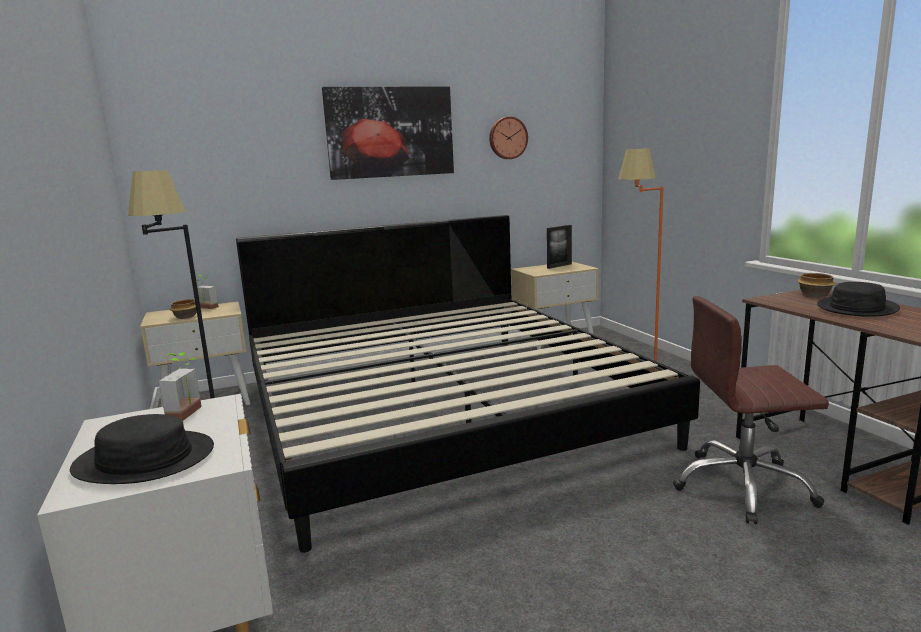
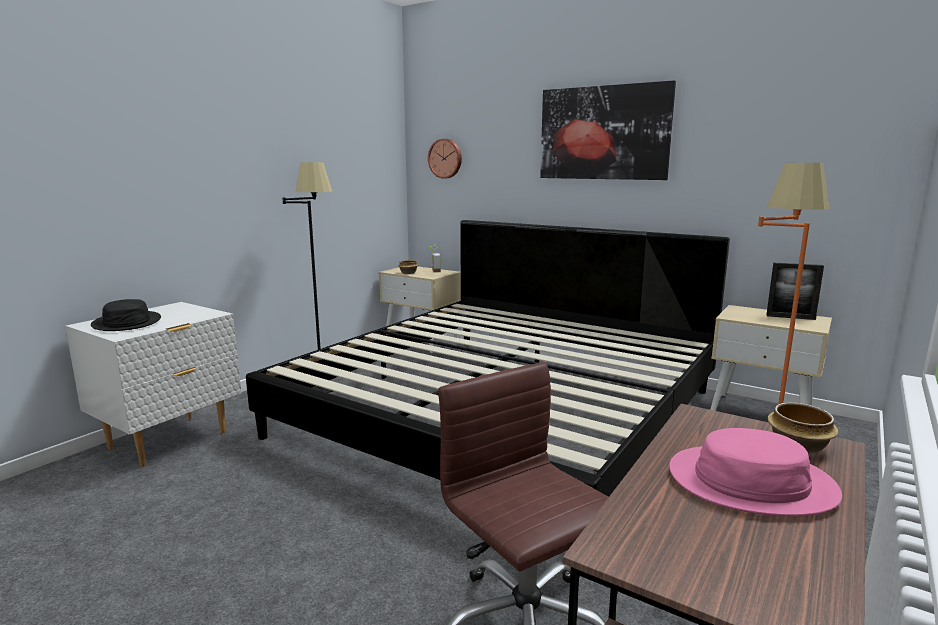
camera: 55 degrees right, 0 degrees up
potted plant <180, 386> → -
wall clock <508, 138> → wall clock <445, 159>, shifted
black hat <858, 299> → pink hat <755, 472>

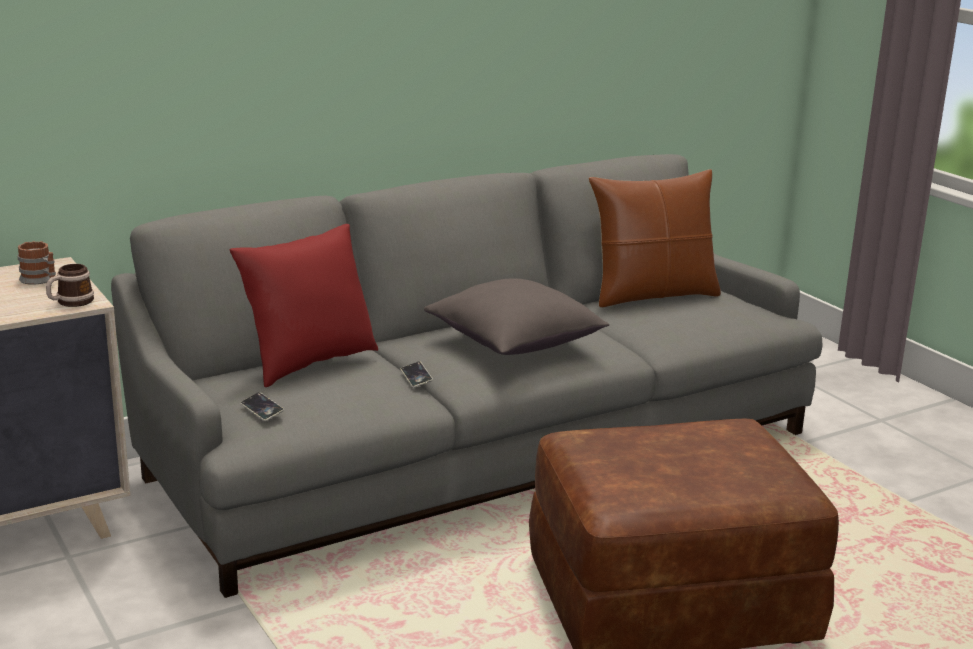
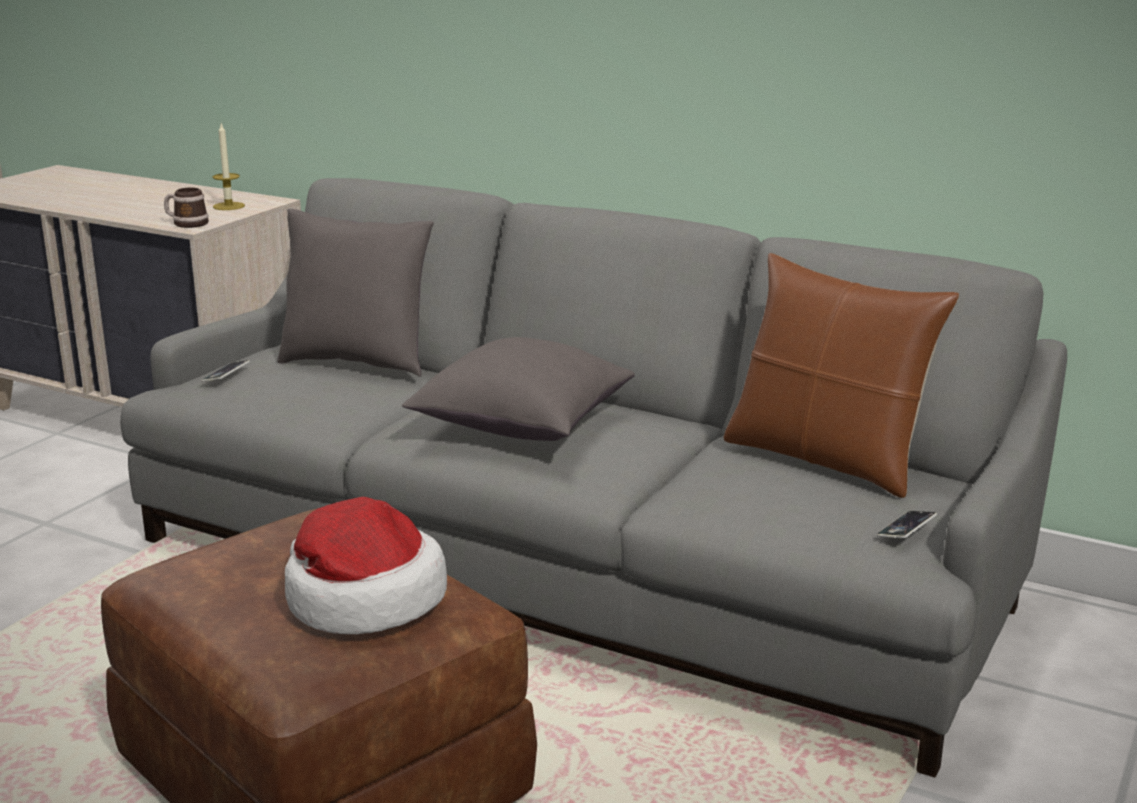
camera: 60 degrees right, 0 degrees up
mug <36, 263> → candle <228, 167>
red pillow <304, 305> → grey pillow <355, 293>
phone <417, 374> → phone <907, 524>, shifted
- → hat <366, 565>

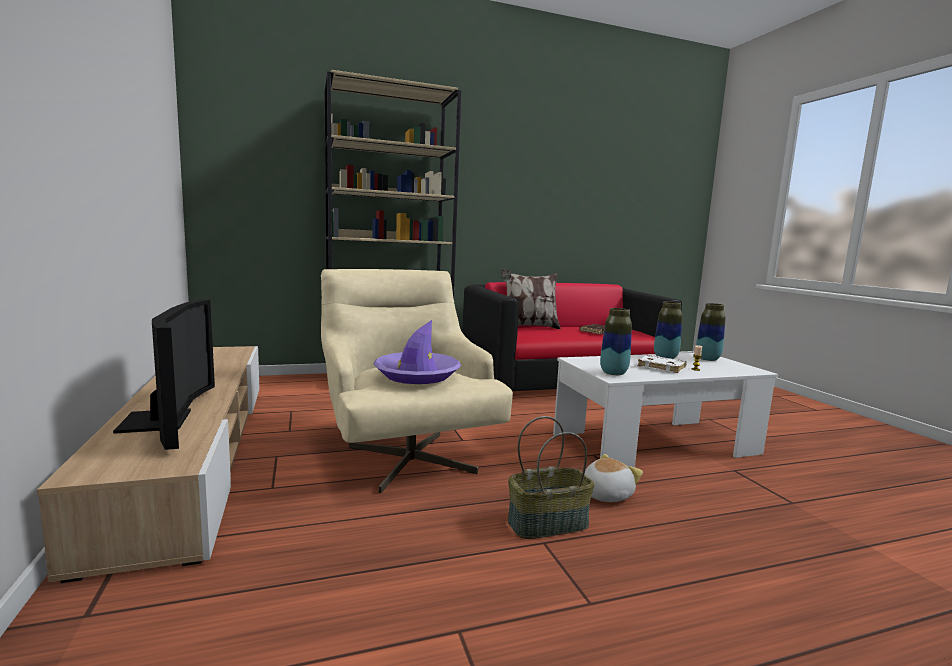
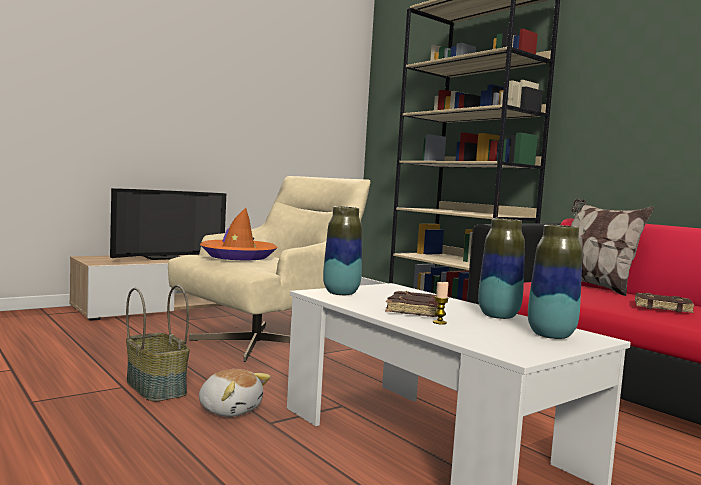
camera: 70 degrees right, 5 degrees down
purple hat <417, 352> → orange hat <239, 234>
white book <662, 364> → brown book <415, 304>

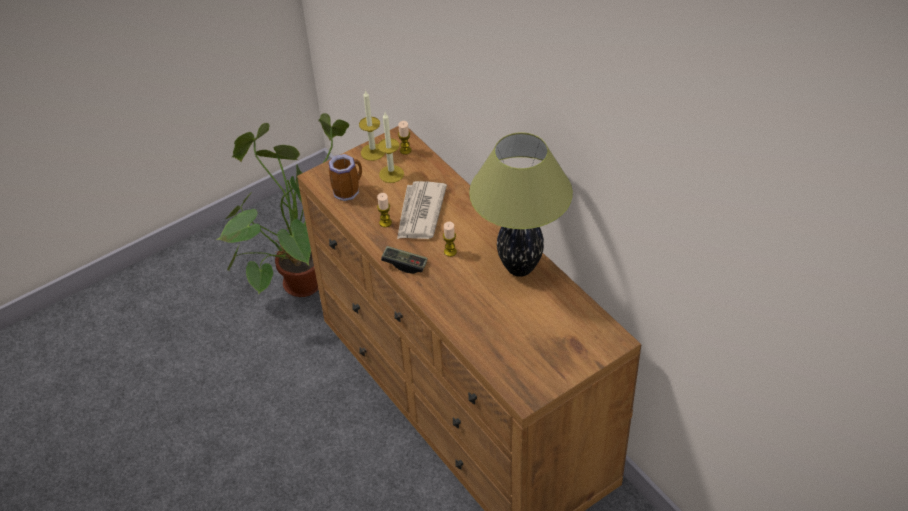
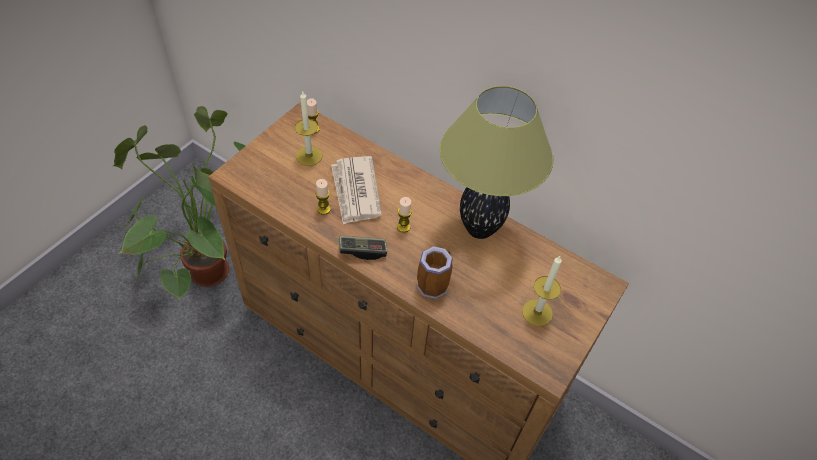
camera: 25 degrees left, 5 degrees up
mug <345, 177> → mug <435, 272>, shifted
candle <372, 125> → candle <542, 291>, shifted

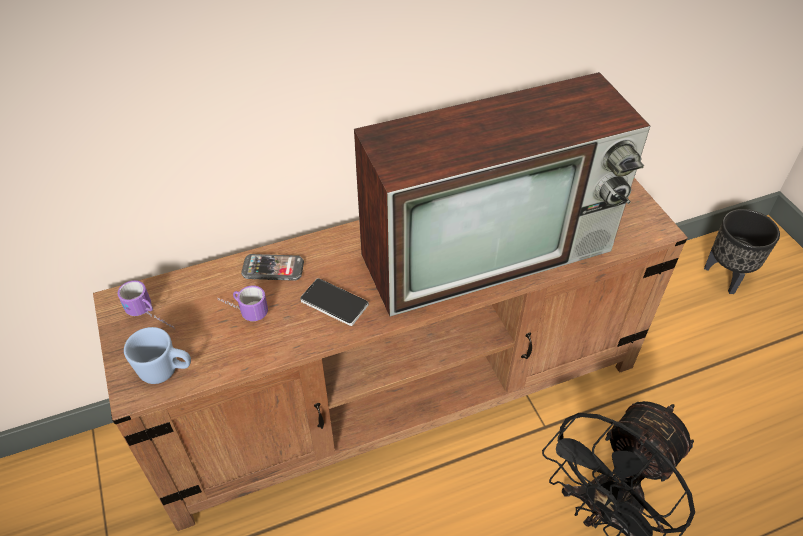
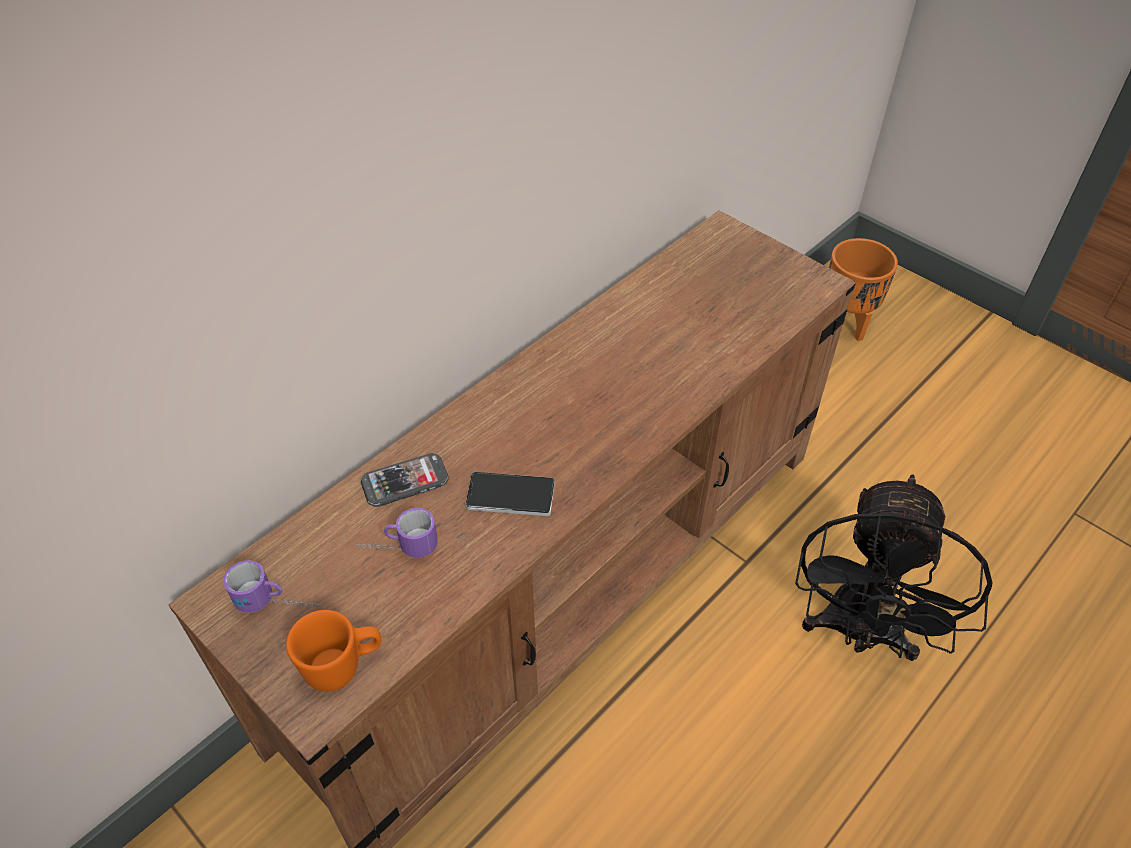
camera: 25 degrees left, 0 degrees up
blue mug <157, 355> → orange mug <334, 650>
television <502, 194> → -
black planter <742, 251> → orange planter <863, 289>

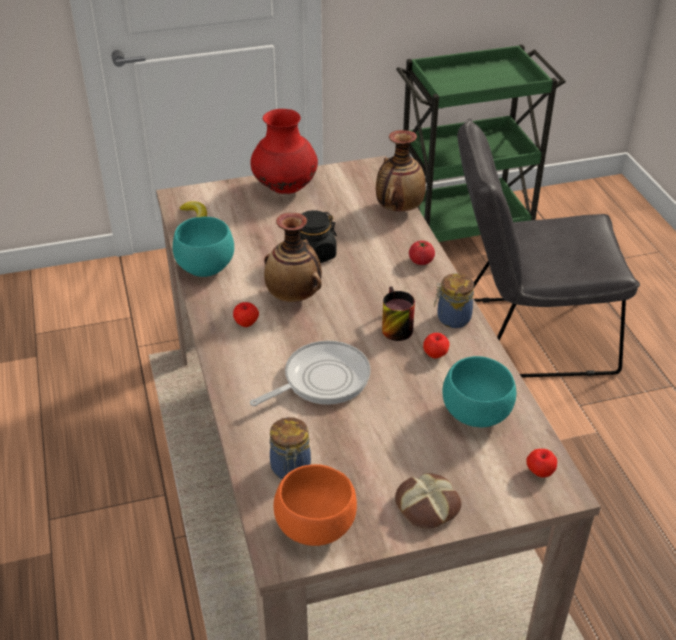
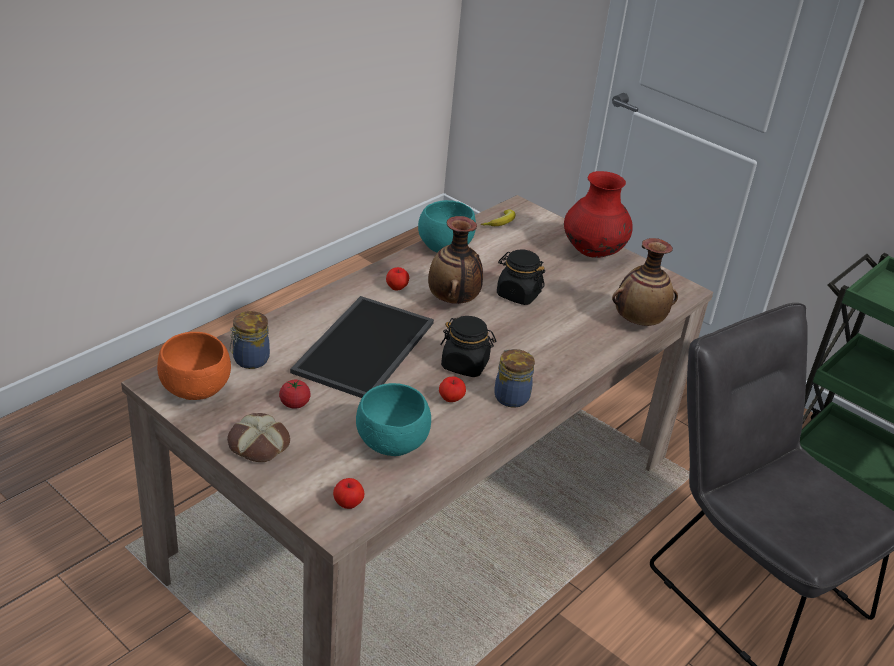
camera: 55 degrees right, 5 degrees down
frying pan <310, 373> → tray <362, 347>
mug <398, 313> → black jar <468, 346>
tomato <422, 253> → tomato <295, 394>, shifted

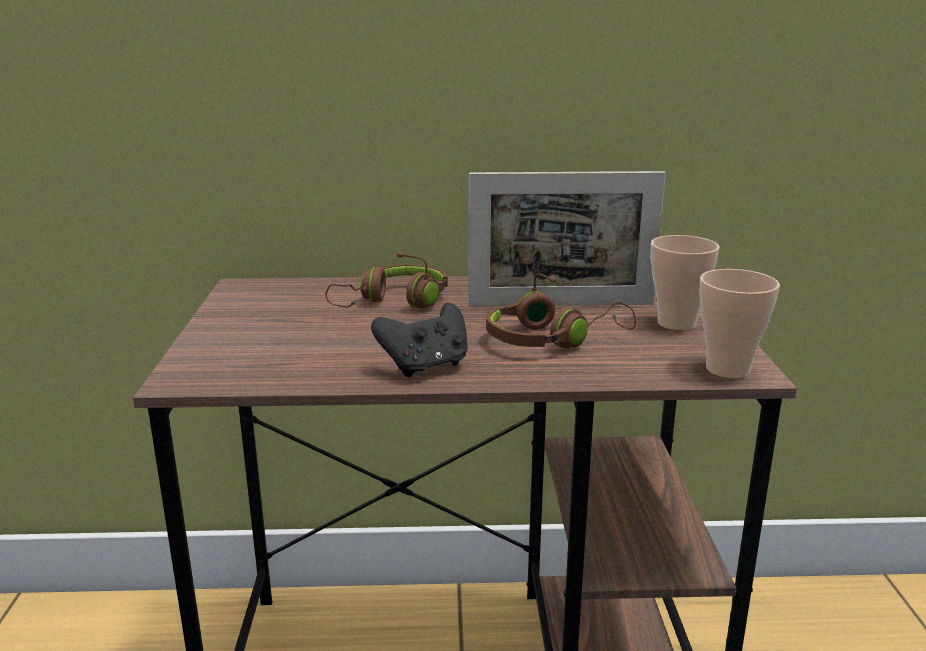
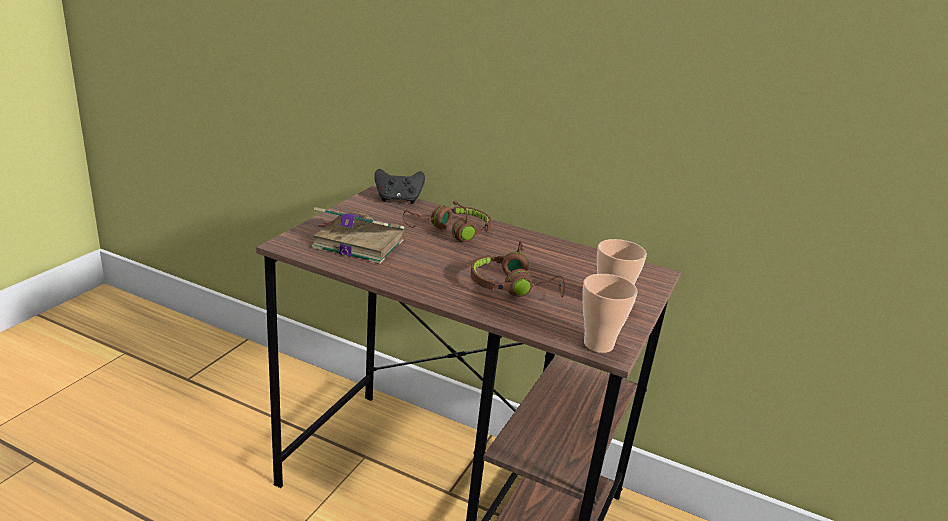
camera: 25 degrees right, 5 degrees up
black game controller <419, 340> → black game controller <399, 186>, shifted
picture frame <567, 239> → -
- → book <358, 235>

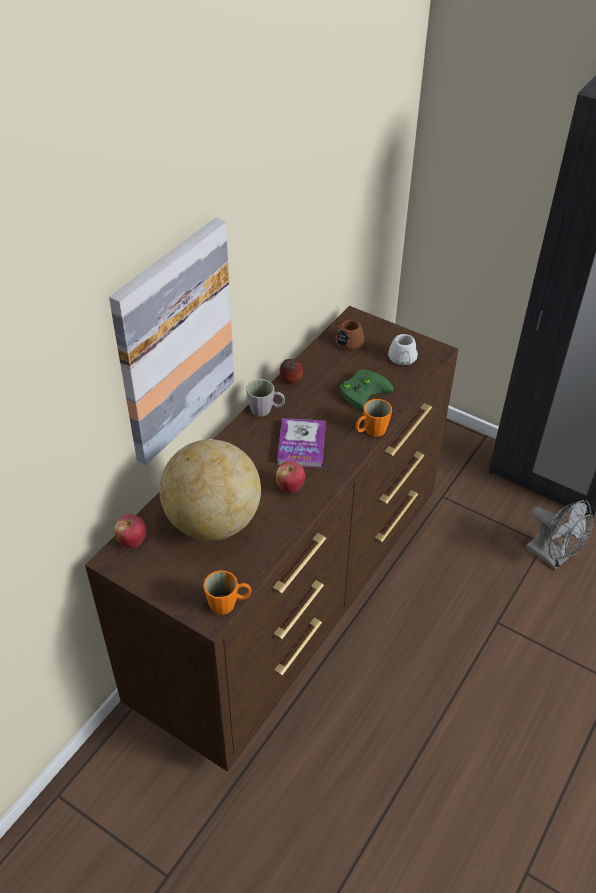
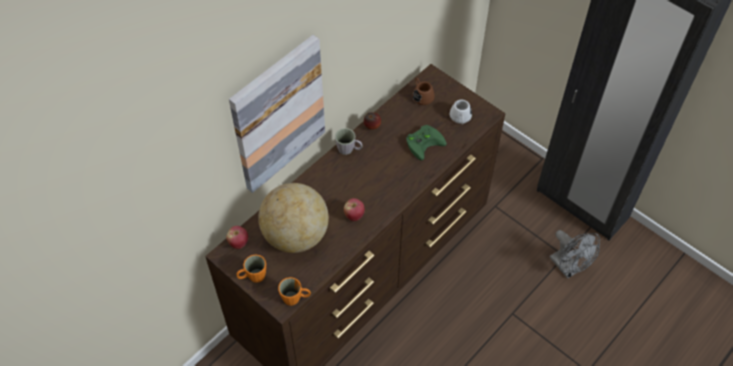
camera: 10 degrees right, 10 degrees up
book <301, 443> → -
orange mug <374, 418> → orange mug <251, 268>, shifted

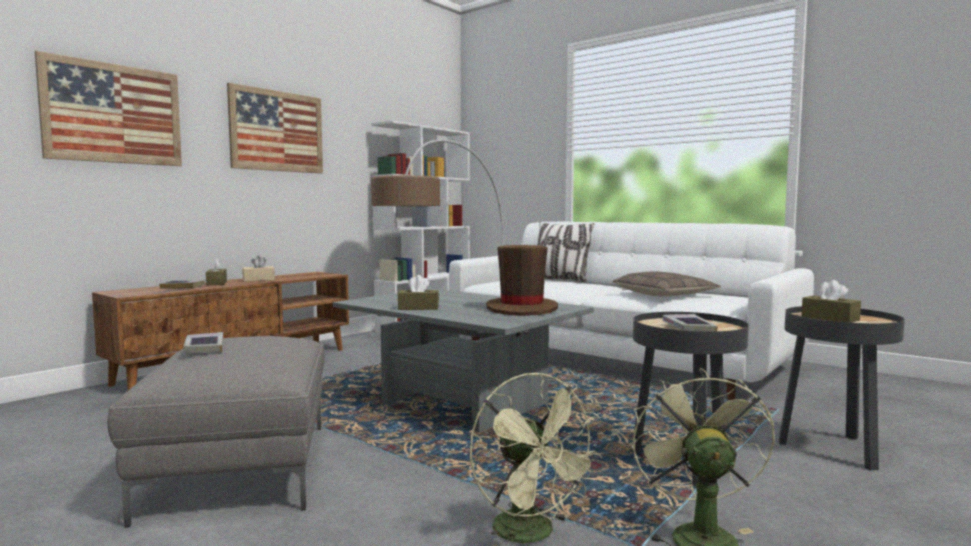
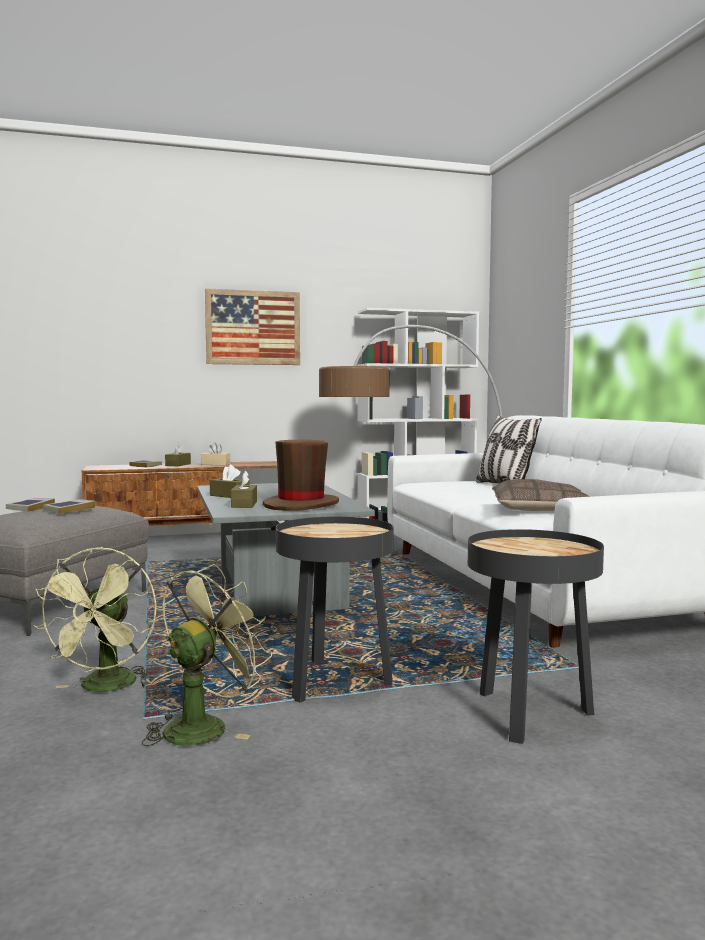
camera: 35 degrees right, 0 degrees up
picture <108, 108> → -
book <690, 322> → book <69, 506>, shifted
brown tissue box <831, 301> → brown tissue box <244, 489>, shifted

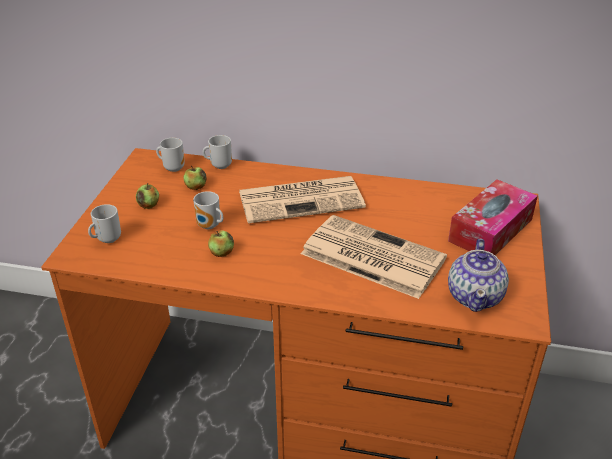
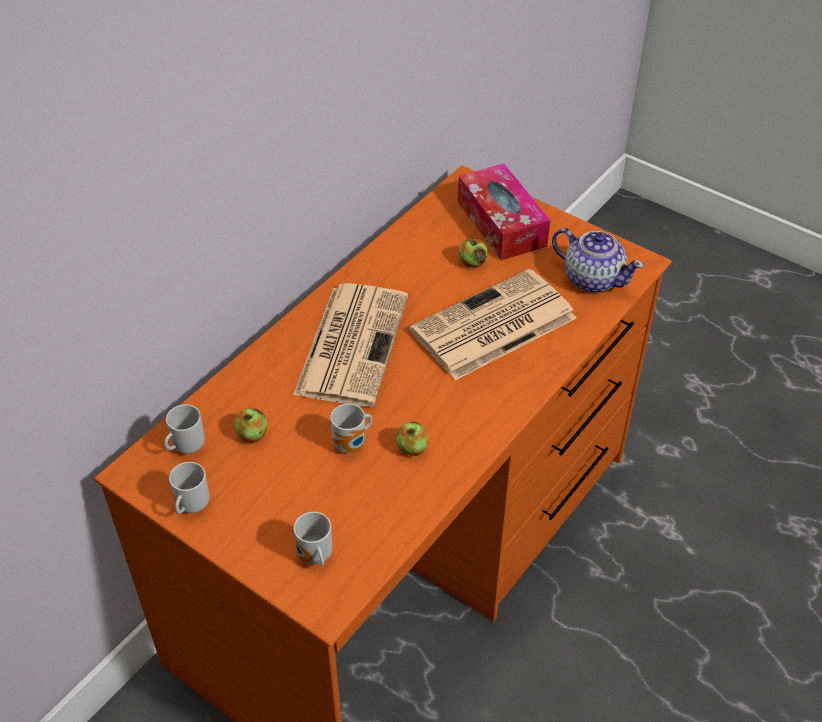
camera: 65 degrees left, 10 degrees up
apple <147, 196> → apple <473, 253>, shifted
mug <217, 152> → mug <189, 488>, shifted

